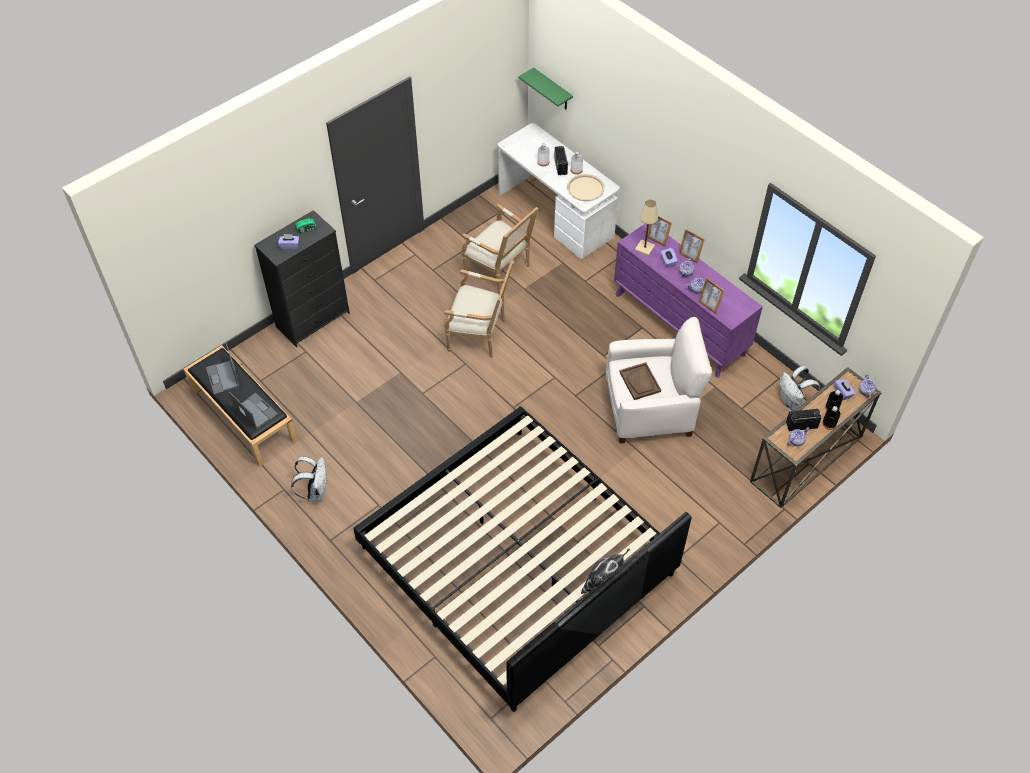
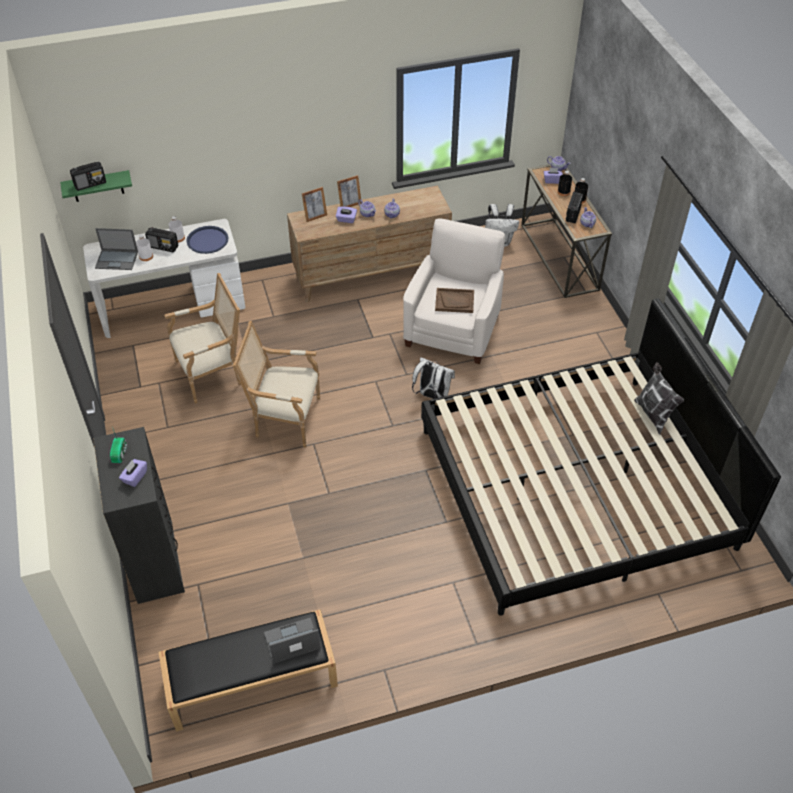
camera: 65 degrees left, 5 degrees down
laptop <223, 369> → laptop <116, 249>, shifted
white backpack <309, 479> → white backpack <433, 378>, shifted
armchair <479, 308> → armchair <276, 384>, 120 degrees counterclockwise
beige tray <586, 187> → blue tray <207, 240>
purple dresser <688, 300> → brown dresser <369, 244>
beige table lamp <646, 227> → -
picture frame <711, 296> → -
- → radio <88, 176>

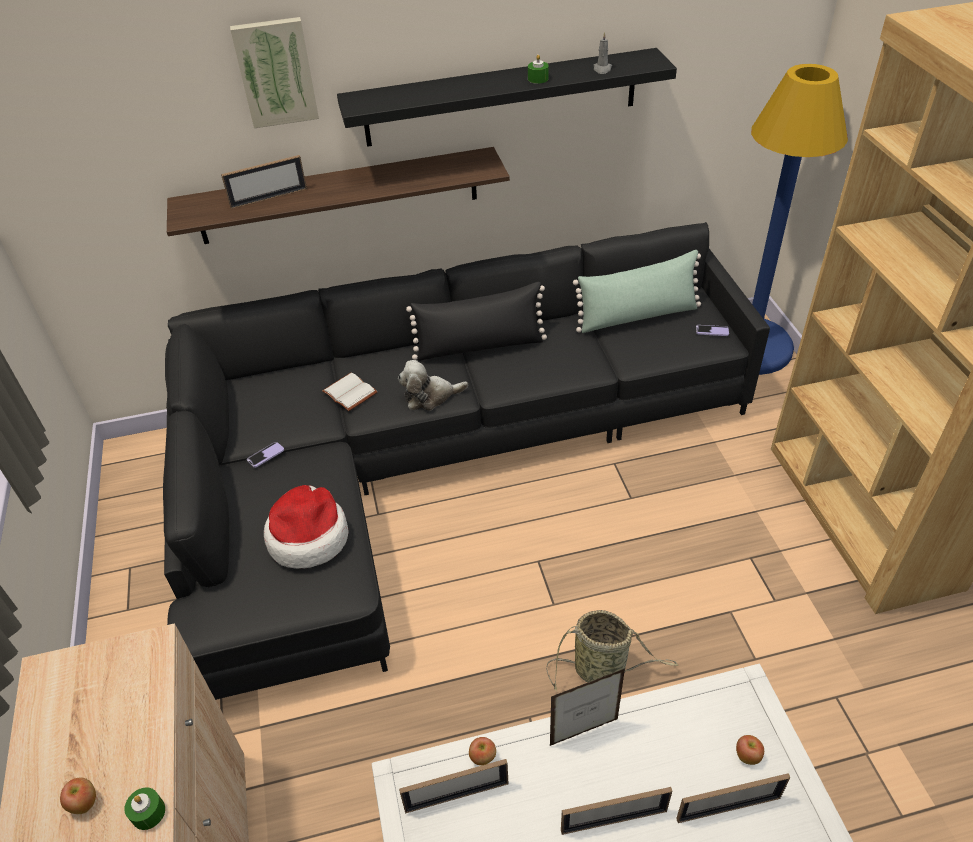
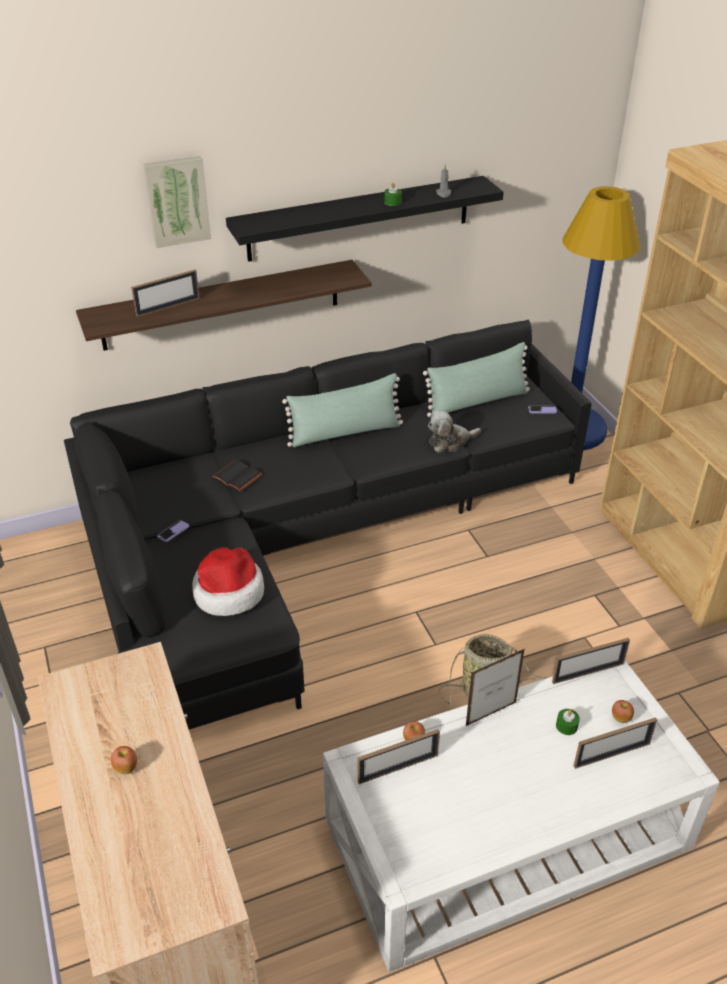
camera: 10 degrees left, 5 degrees down
green candle <144, 808> → green candle <568, 722>, shifted
white book <350, 392> → black book <237, 475>
plush toy <433, 385> → plush toy <454, 431>, shifted
black pillow <476, 321> → green pillow <342, 410>
picture frame <616, 811> → picture frame <591, 661>, shifted

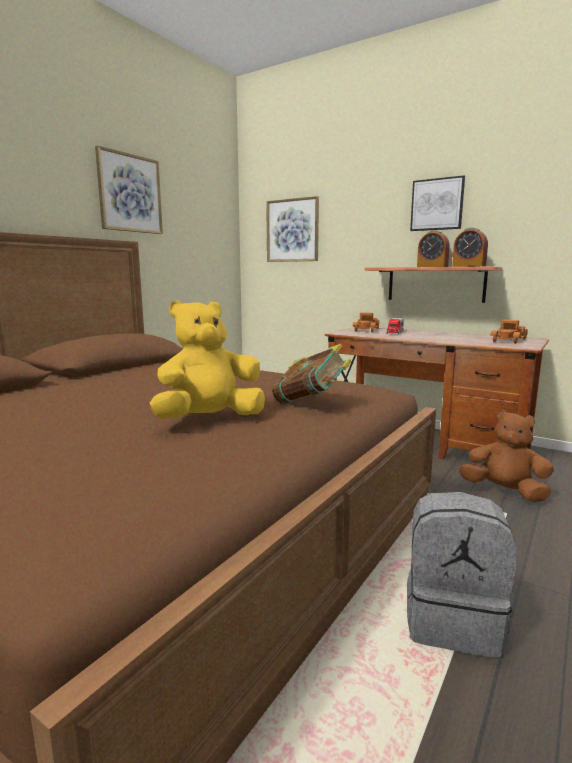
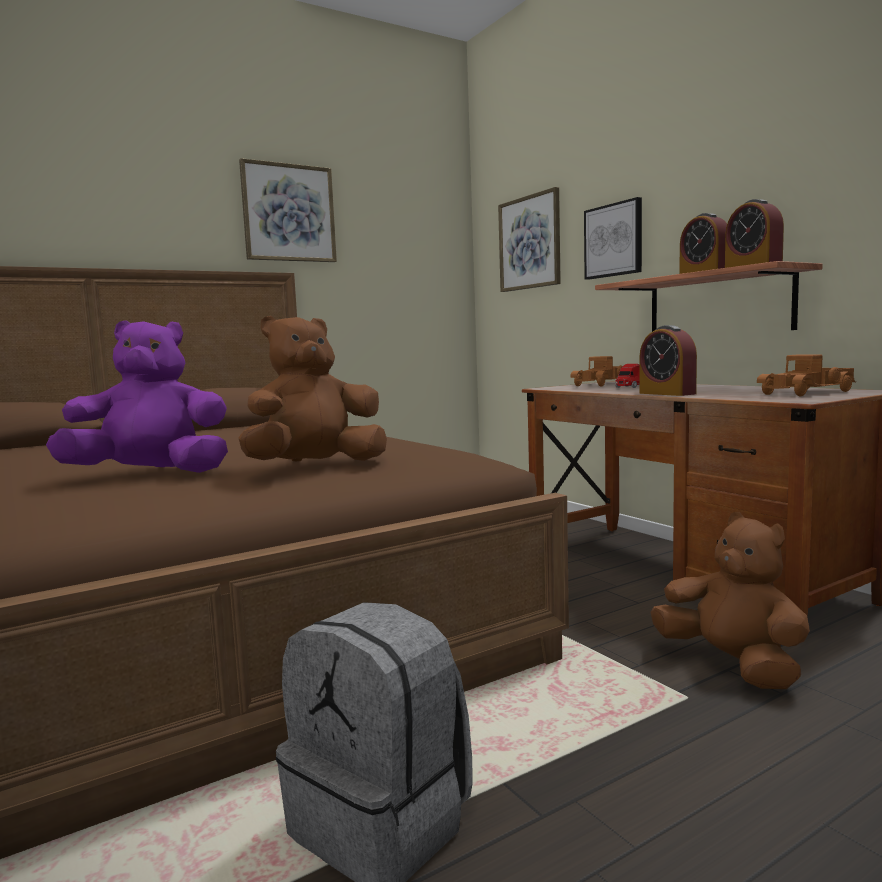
camera: 25 degrees right, 5 degrees down
yellow plush toy <207, 359> → purple plush toy <137, 396>
book <311, 374> → brown plush toy <312, 388>
picture <437, 203> → picture <613, 238>, shifted
- → alarm clock <668, 360>

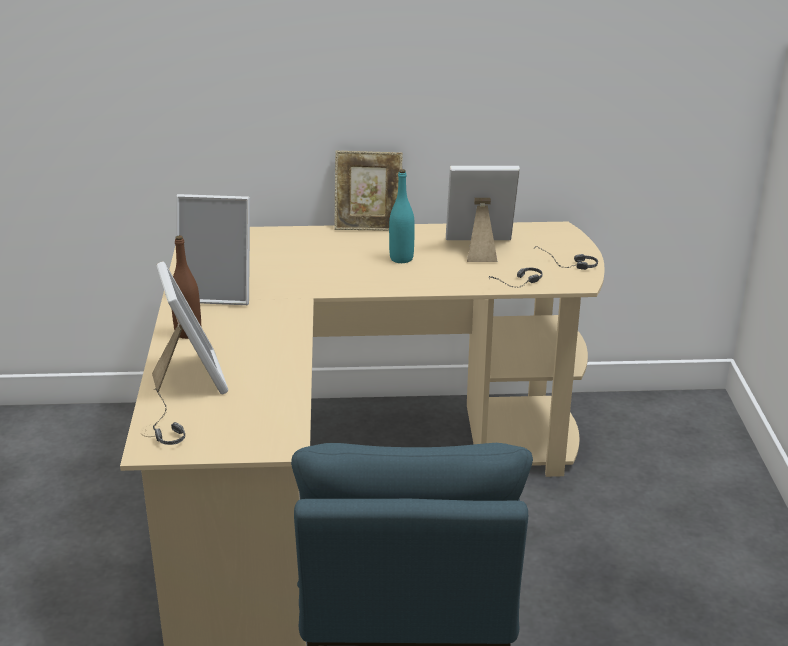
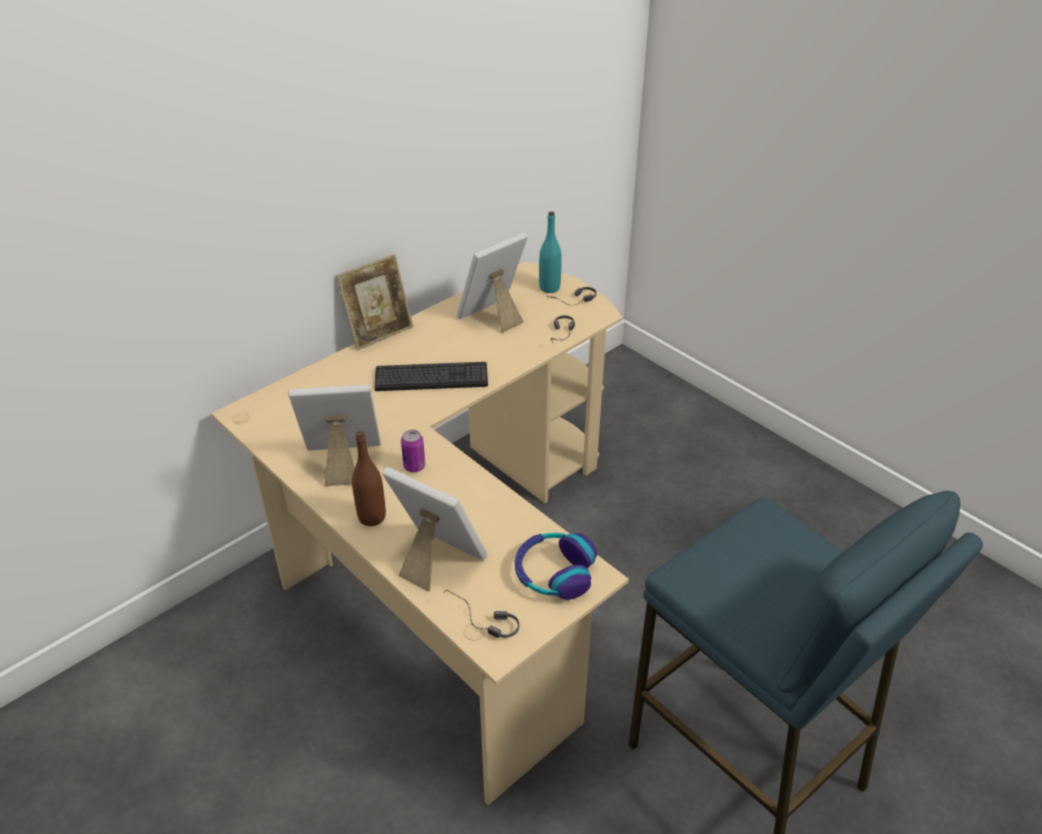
camera: 40 degrees left, 10 degrees up
picture frame <213, 249> → picture frame <334, 435>, 150 degrees counterclockwise
turquoise bottle <402, 216> → turquoise bottle <550, 252>, shifted
- → keyboard <431, 376>
- → can <413, 451>
- → headphones <556, 566>

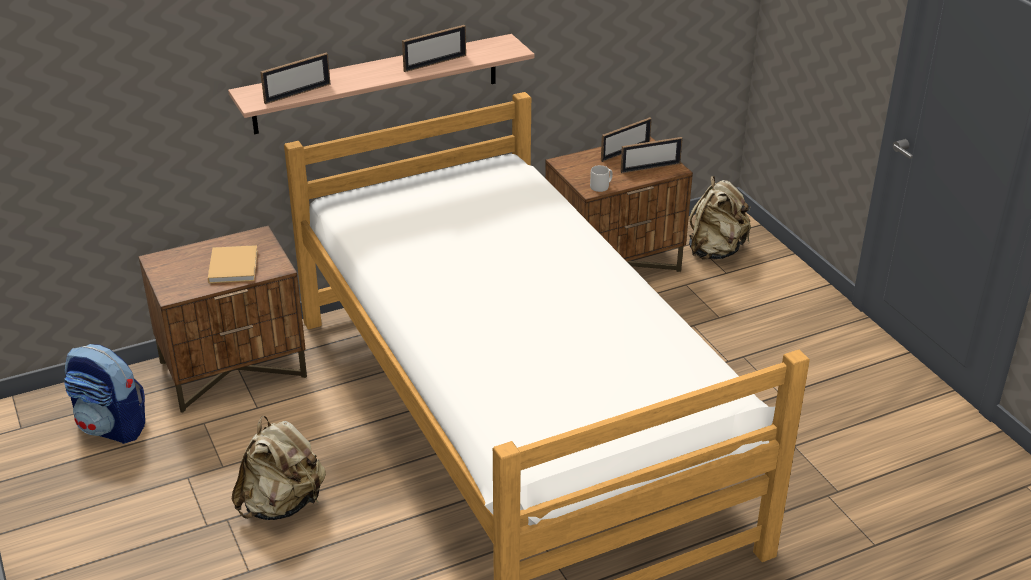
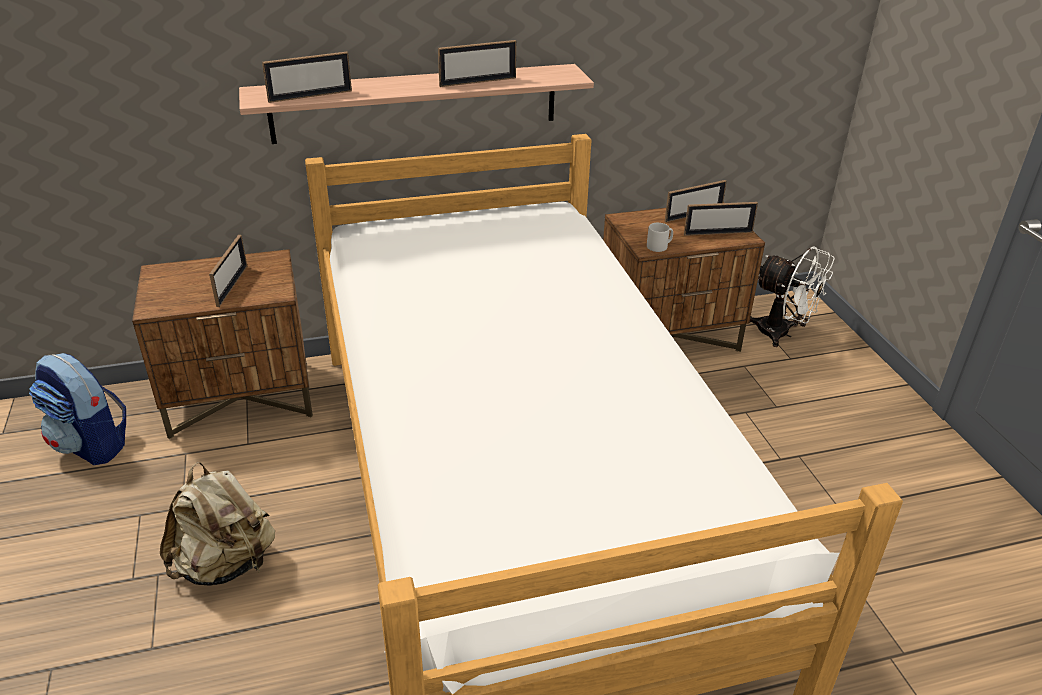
camera: 10 degrees right, 0 degrees up
beige book <233, 264> → picture frame <228, 271>
beige backpack <720, 218> → white fan <792, 296>

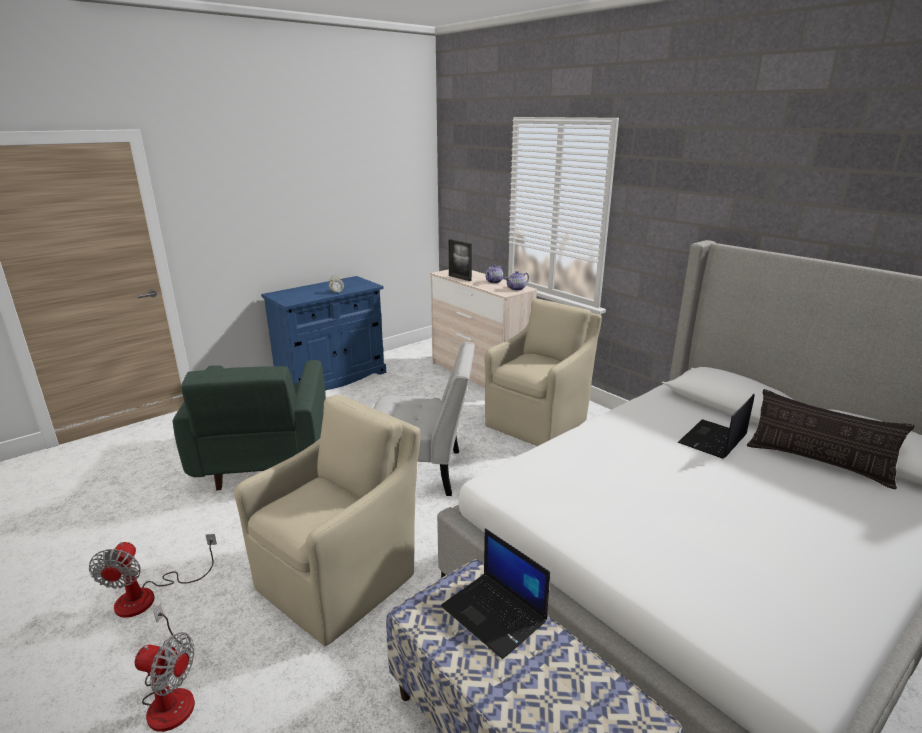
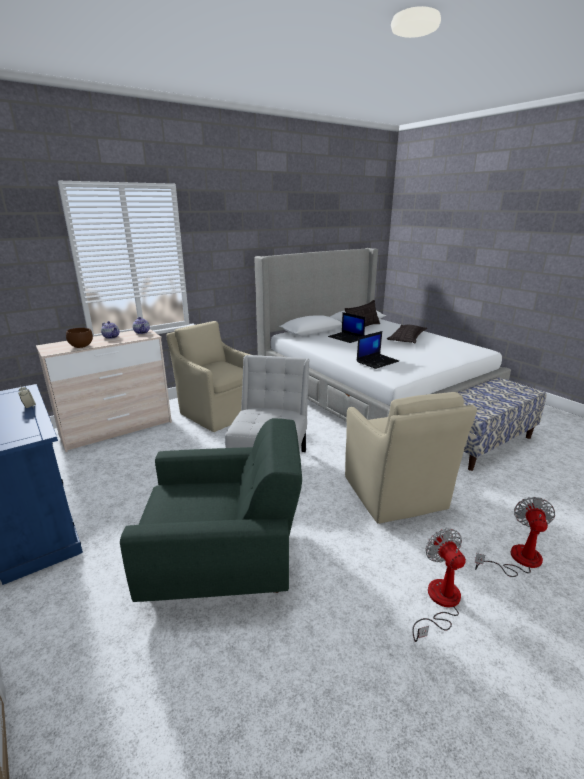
camera: 85 degrees left, 0 degrees up
fan <153, 576> → fan <439, 585>, 105 degrees counterclockwise
beige armchair <327, 520> → beige armchair <411, 458>, 150 degrees counterclockwise
laptop <495, 593> → laptop <378, 350>, shifted
picture frame <460, 260> → brown bowl <79, 338>
- → pillow <407, 334>

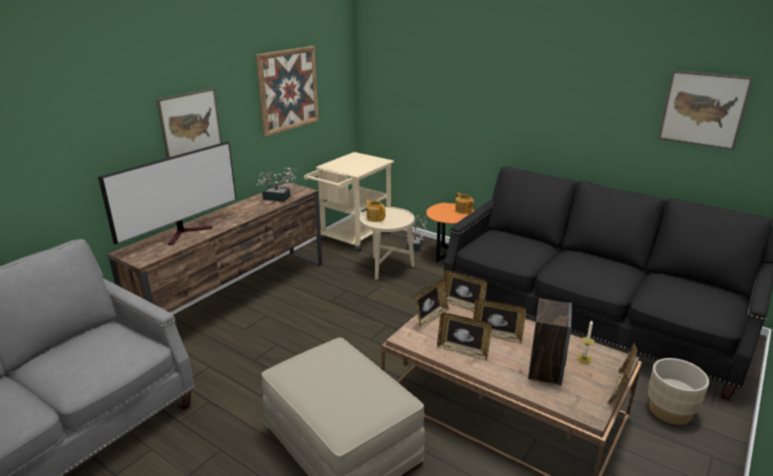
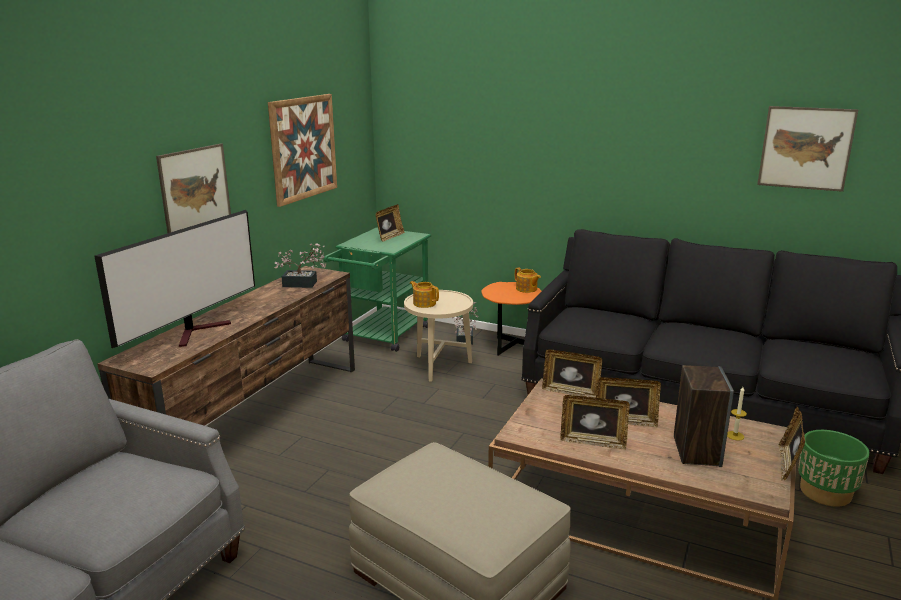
camera: 10 degrees left, 5 degrees down
beige cart <349, 202> → green cart <377, 289>
picture frame <432, 303> → picture frame <390, 222>, shifted
beige planter <678, 391> → green planter <834, 468>

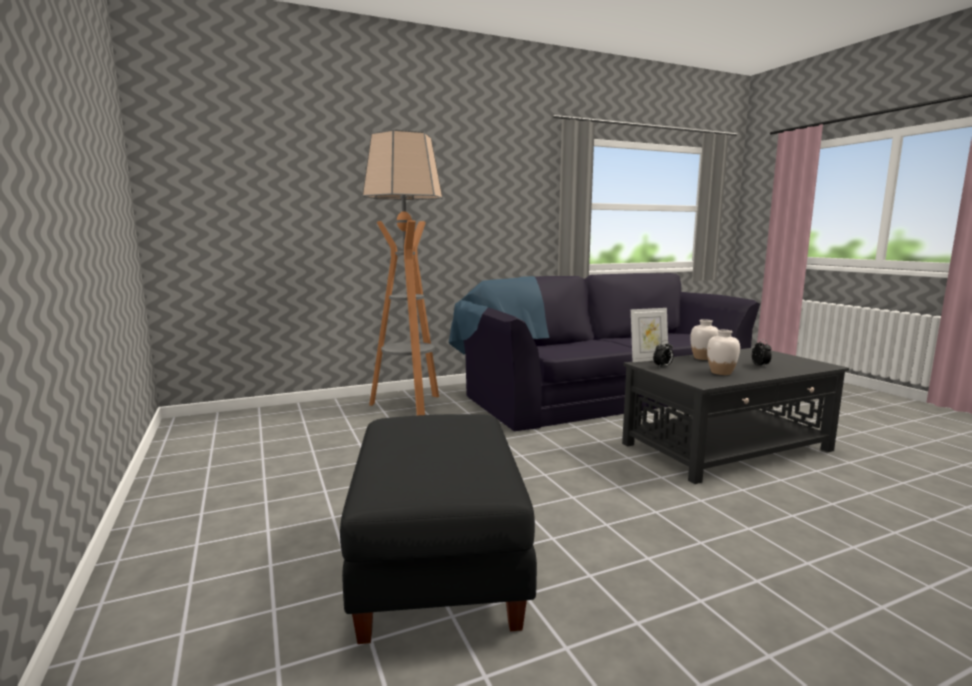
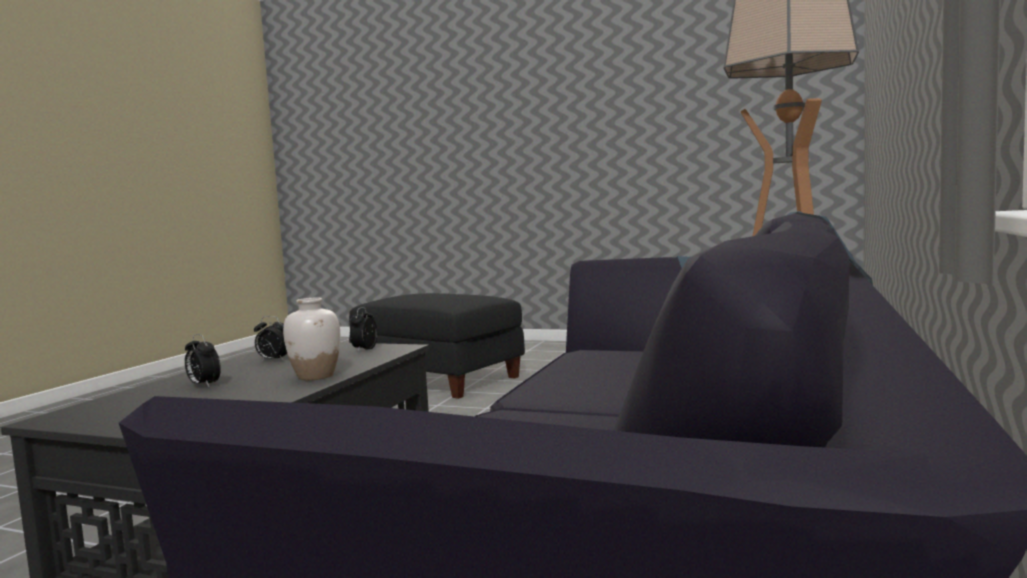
camera: 135 degrees right, 5 degrees down
picture frame <649, 335> → -
white vase <723, 352> → alarm clock <270, 338>

